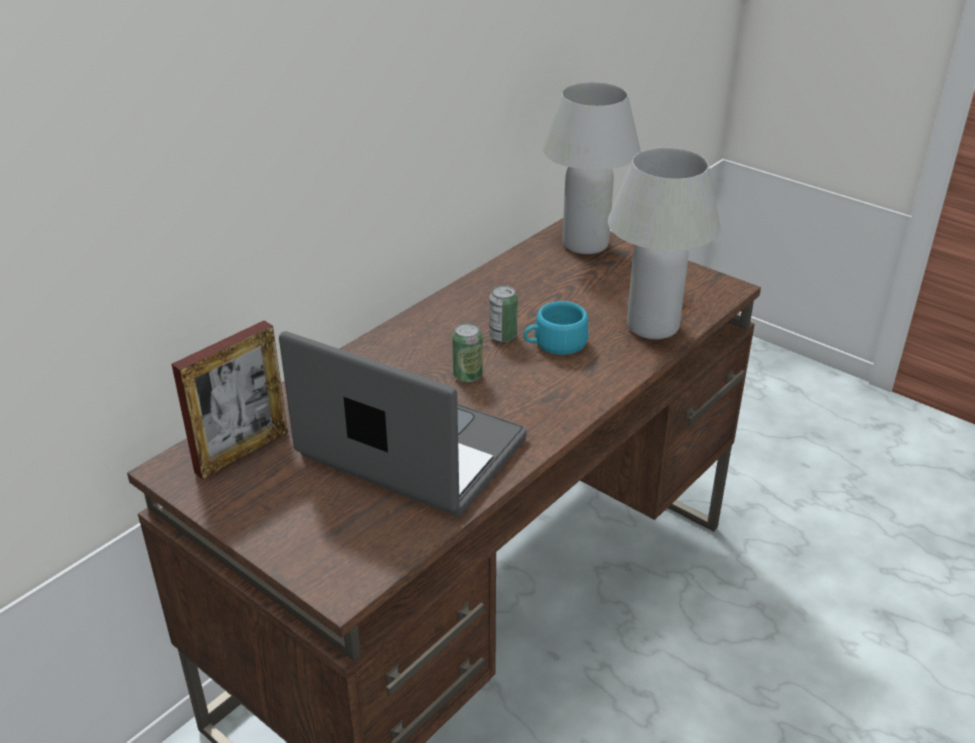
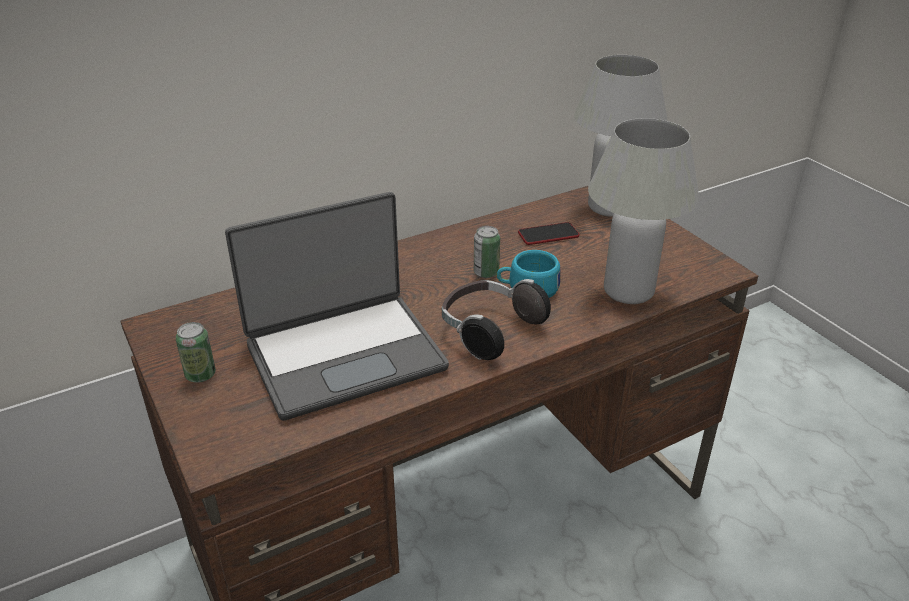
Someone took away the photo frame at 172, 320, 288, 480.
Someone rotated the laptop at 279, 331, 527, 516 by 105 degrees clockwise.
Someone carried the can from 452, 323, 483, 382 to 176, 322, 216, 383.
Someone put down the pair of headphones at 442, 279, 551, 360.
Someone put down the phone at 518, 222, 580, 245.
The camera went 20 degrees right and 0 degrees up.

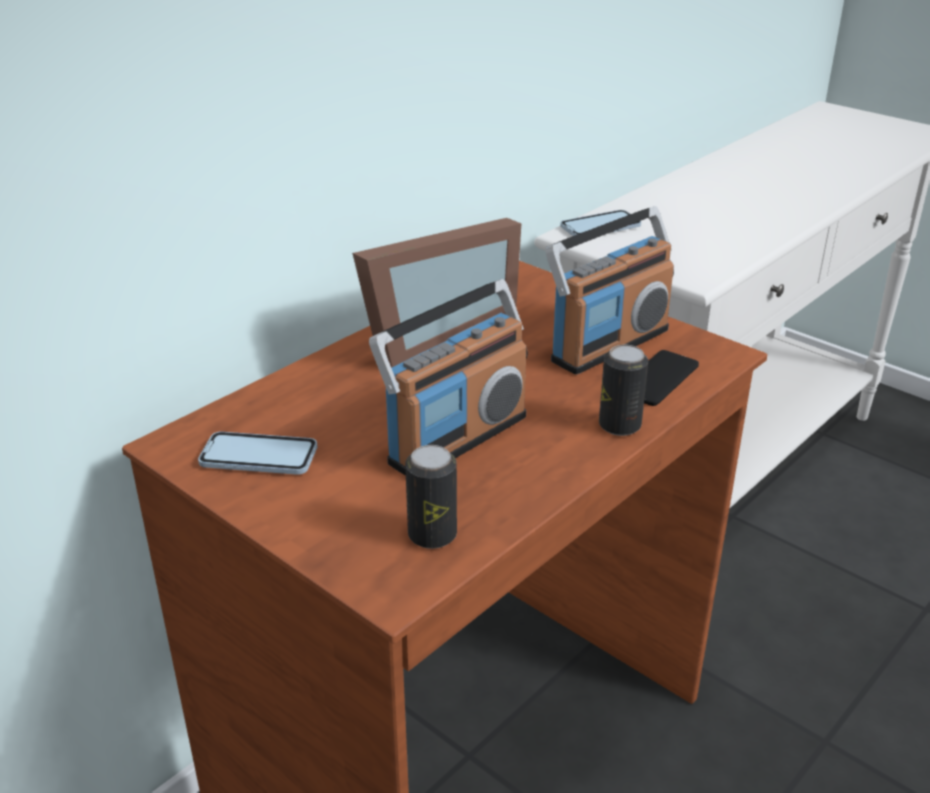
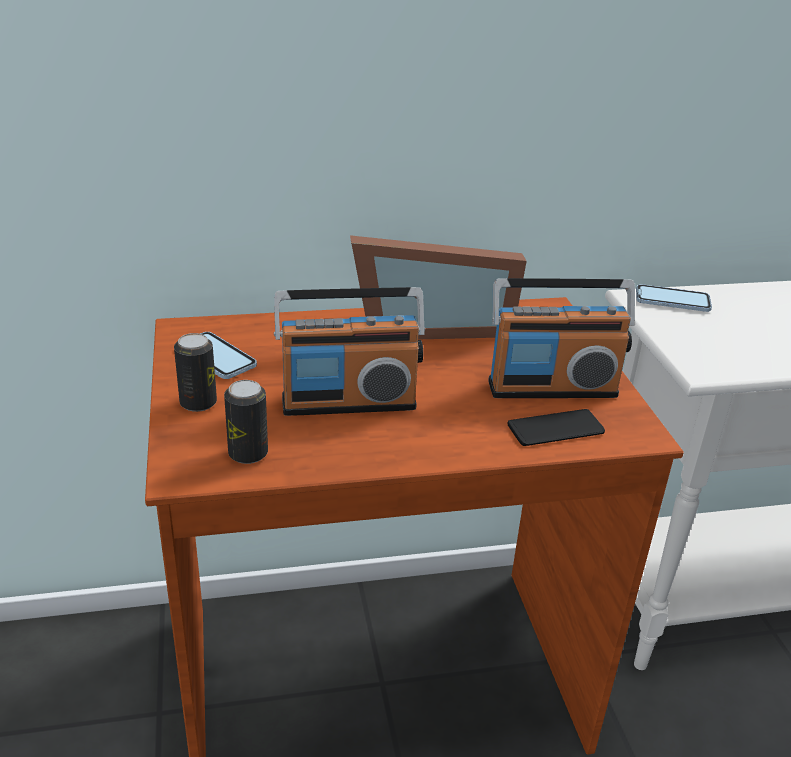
Someone carried the can from 599, 345, 648, 436 to 174, 333, 217, 412.
The camera went 35 degrees right and 0 degrees up.

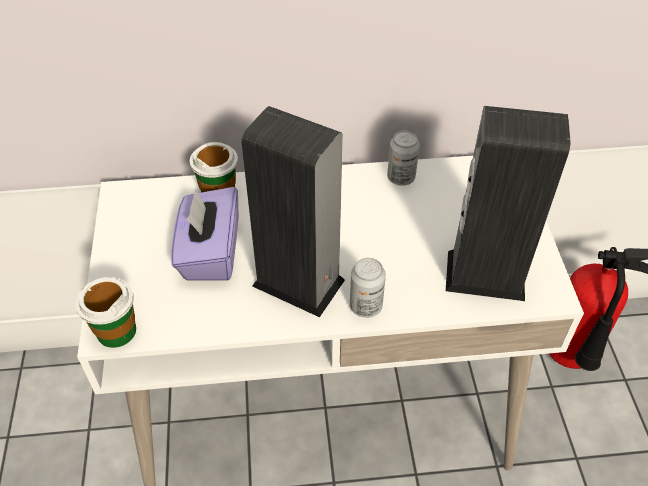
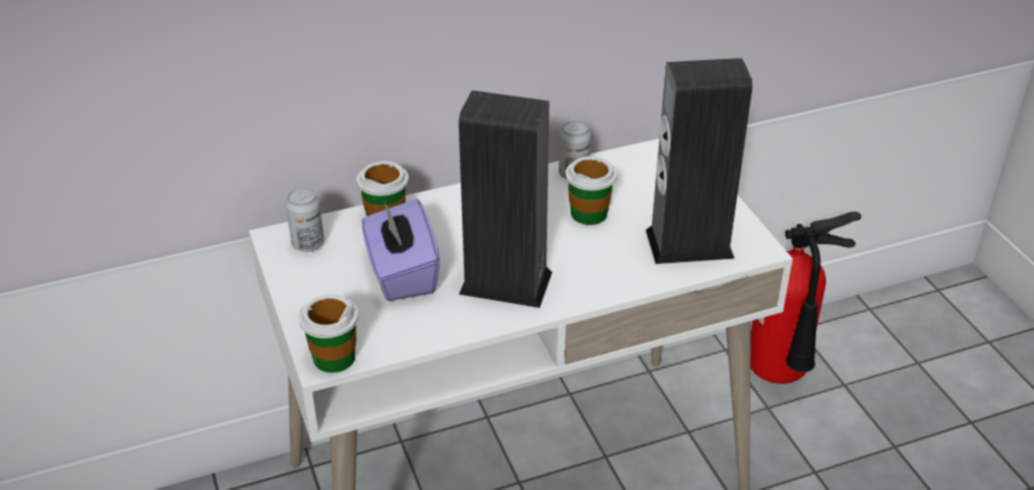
Someone carried the can from 350, 258, 386, 318 to 286, 188, 324, 252.
Someone put down the drinking cup at 565, 156, 617, 225.
The camera went 15 degrees left and 10 degrees down.

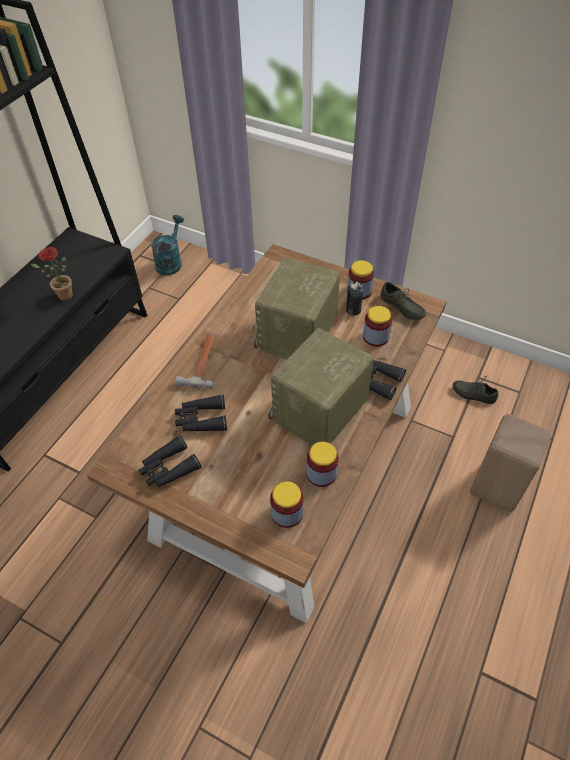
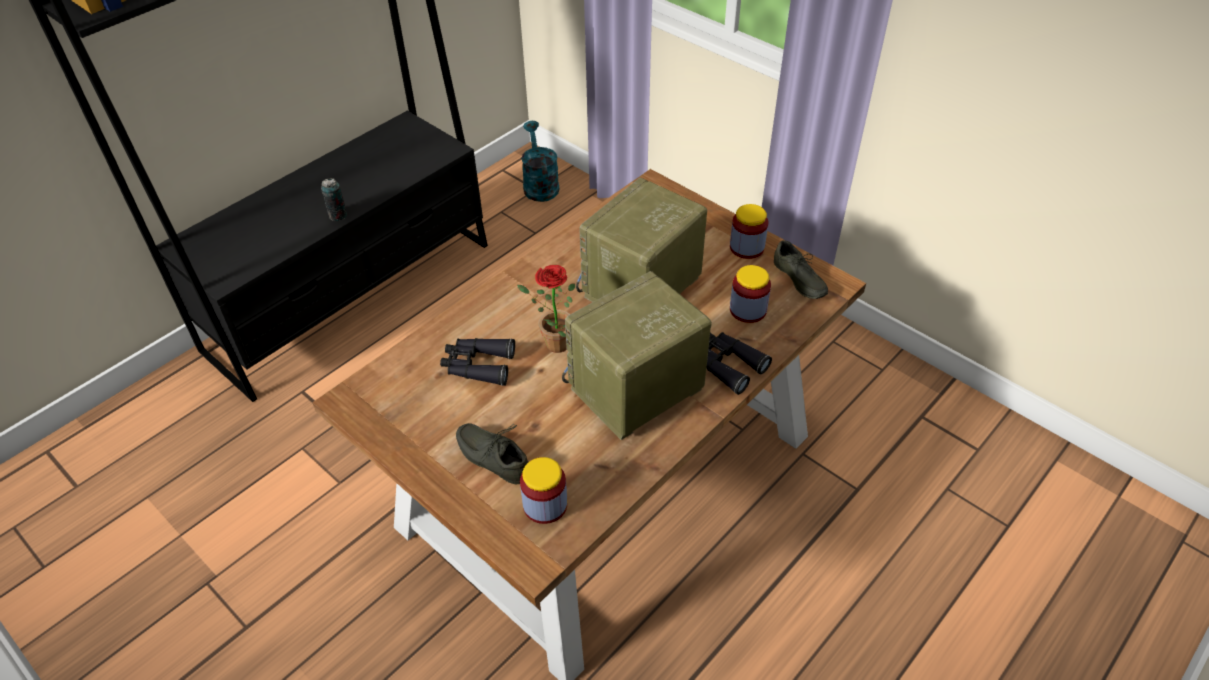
Someone carried the houseplant from 31, 247, 73, 301 to 517, 265, 575, 353.
Someone took away the pair of binoculars (black) at 139, 435, 201, 487.
Someone rotated the watering pot (turquoise-coloured) at 151, 215, 184, 276 by 45 degrees counterclockwise.
Someone took away the tool hammer at 175, 332, 216, 390.
Someone took away the storage jar at 306, 442, 339, 487.
Someone carried the can from 346, 281, 363, 316 to 321, 178, 347, 221.
Someone carried the shoe (grey) from 453, 375, 498, 404 to 456, 423, 528, 484.
Someone took away the stool seat (sand-coloured) at 470, 414, 551, 512.
The camera went 15 degrees right and 5 degrees down.

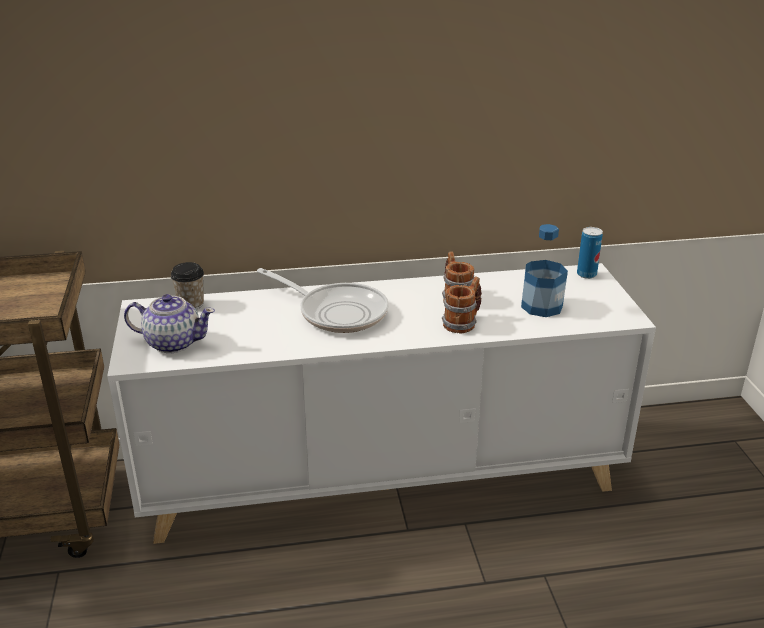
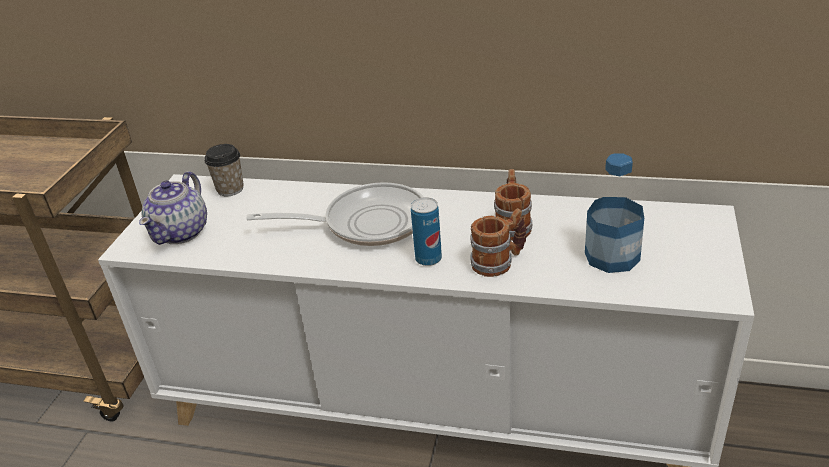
Someone rotated the teapot at 124, 294, 215, 353 by 75 degrees clockwise.
Someone rotated the frying pan at 257, 268, 389, 333 by 60 degrees counterclockwise.
Someone carried the can from 577, 227, 603, 279 to 411, 197, 442, 266.
The camera went 25 degrees right and 5 degrees up.

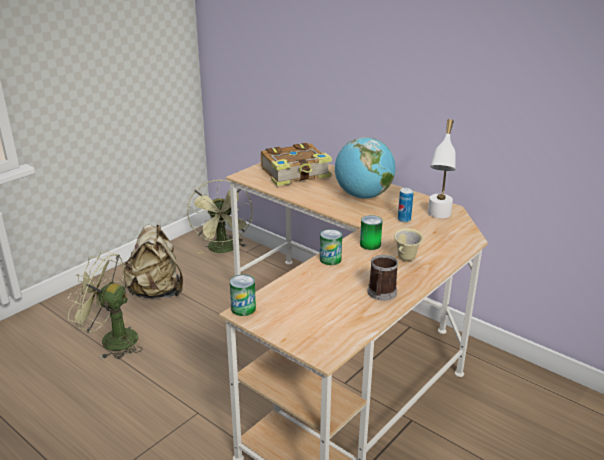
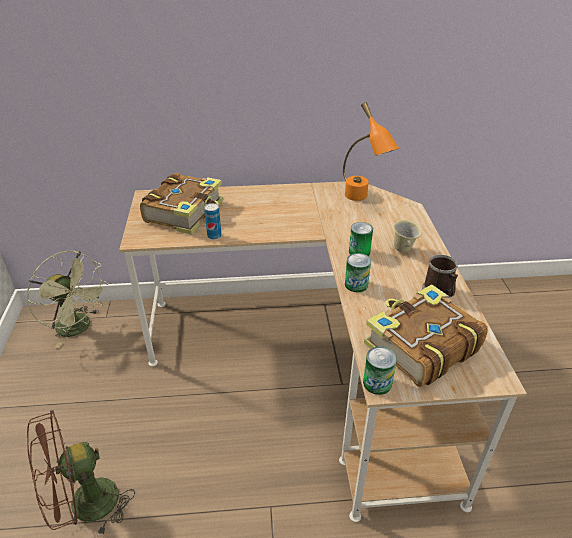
Someone repainted the electric fan (green-coloured) at 67, 251, 142, 359, which became the electric fan (brown) at 27, 410, 135, 537.
Someone took away the knapsack (sand-coloured) at 123, 224, 183, 299.
Someone took away the globe at 335, 137, 395, 199.
Someone carried the can from 398, 188, 414, 222 to 204, 203, 221, 240.
Someone repainted the tabletop lamp (white) at 428, 119, 456, 218, which became the tabletop lamp (orangey) at 343, 102, 399, 201.
Someone put down the book at 364, 284, 488, 387.
The camera went 45 degrees left and 10 degrees up.

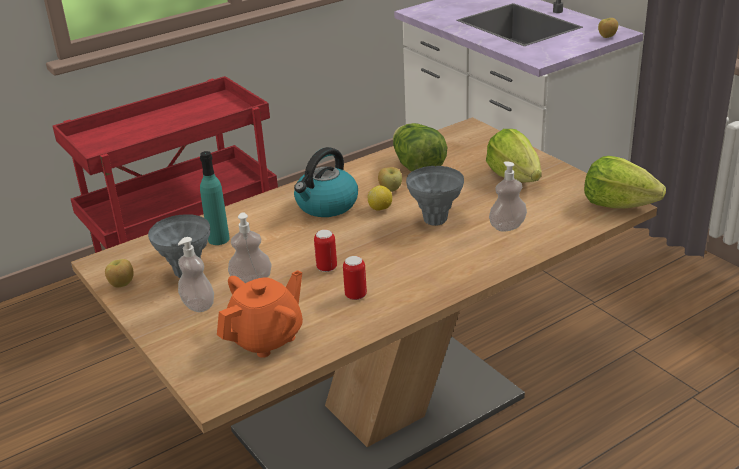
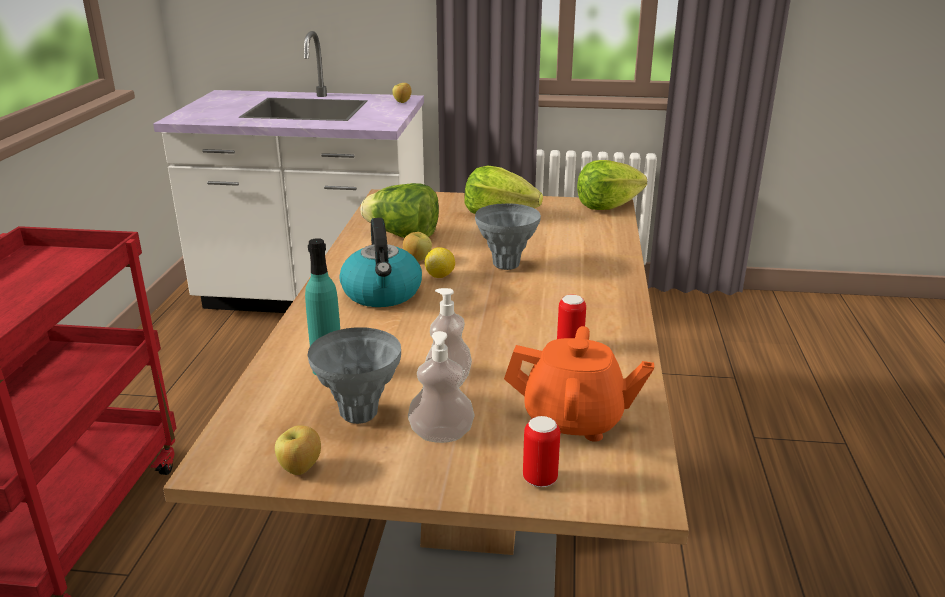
Someone rotated the teapot (orangey) at 217, 270, 303, 358 by 105 degrees clockwise.
Someone carried the can from 314, 230, 337, 272 to 523, 416, 560, 487.
Someone took away the soap dispenser at 489, 161, 527, 232.
The camera went 50 degrees left and 5 degrees down.

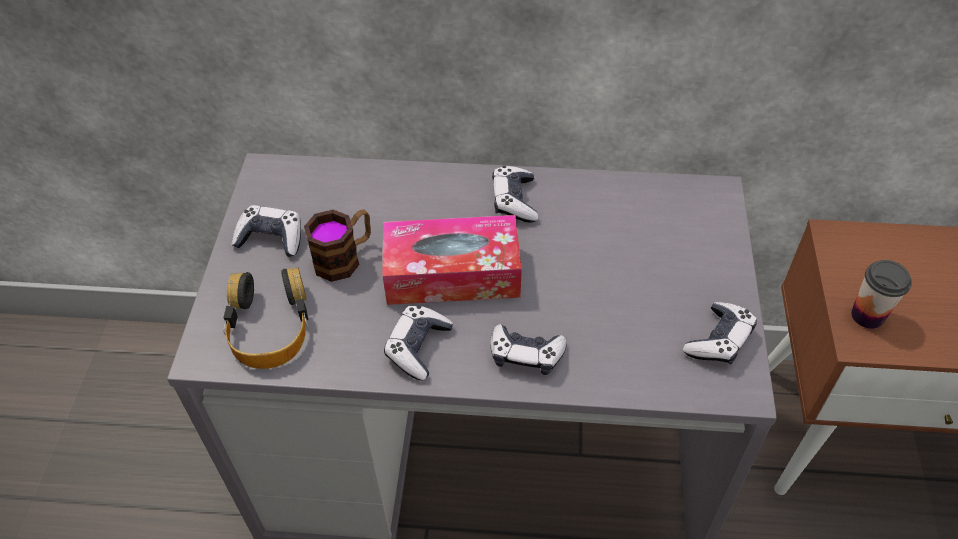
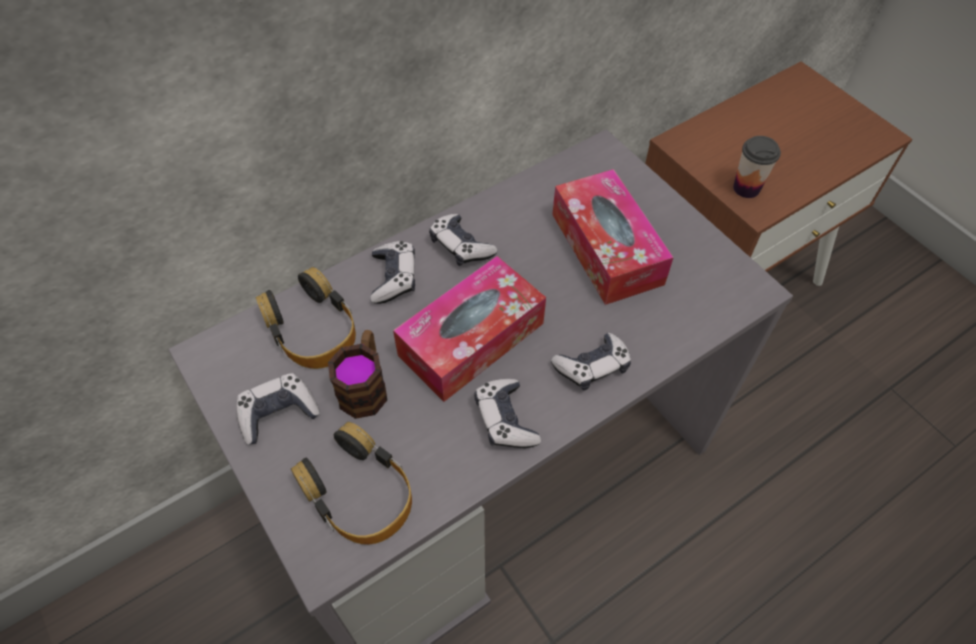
Someone carried the game controller from 683, 302, 757, 365 to 370, 241, 415, 304.
Someone put down the pair of headphones at 255, 267, 356, 369.
Someone put down the tissue box at 552, 169, 673, 305.
The camera went 40 degrees left and 5 degrees up.

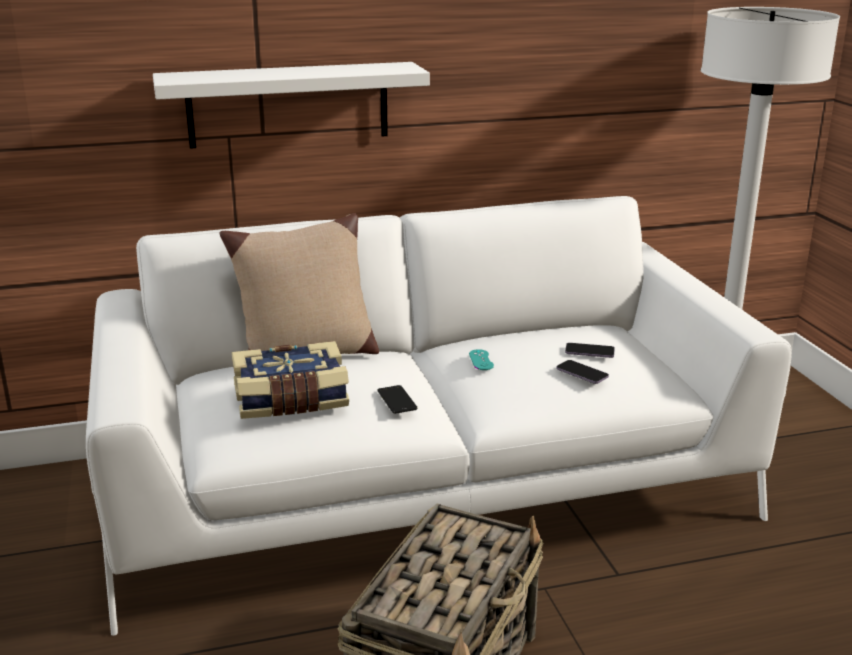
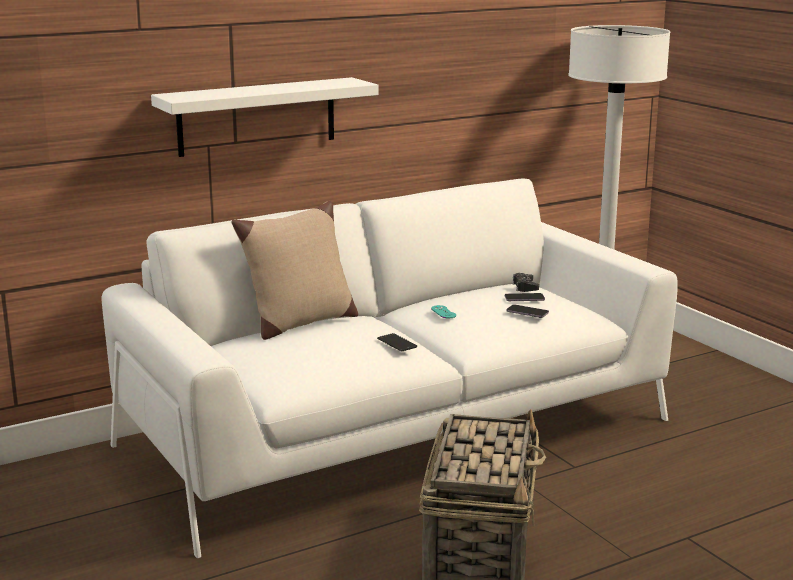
Someone took away the book at 232, 341, 349, 419.
Someone put down the game controller (black) at 512, 273, 539, 292.
The camera went 15 degrees left and 5 degrees down.

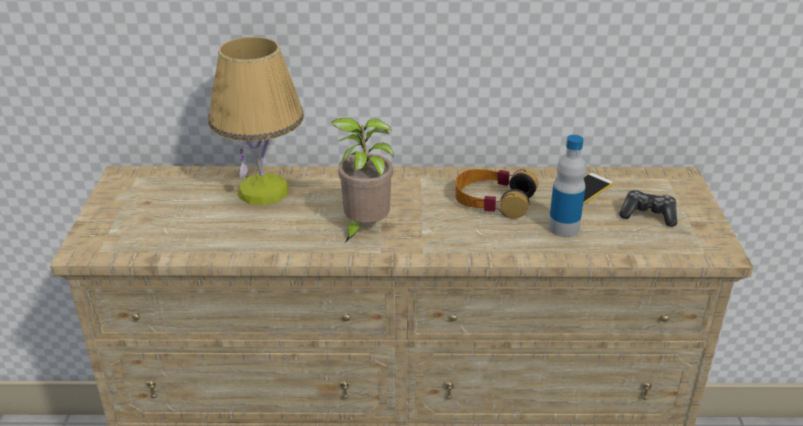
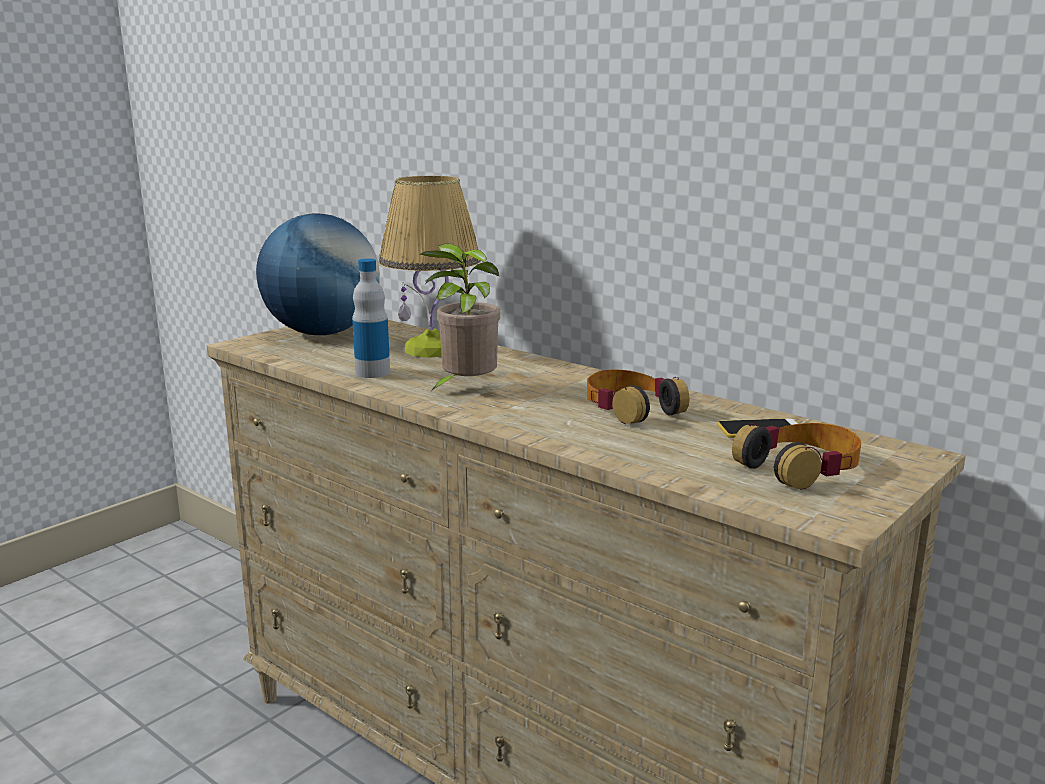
Someone carried the drink bottle from 548, 135, 586, 237 to 352, 258, 390, 378.
Someone swapped the game controller at 619, 190, 677, 227 for the pair of headphones at 732, 423, 861, 490.
Someone put down the globe at 256, 213, 380, 335.
The camera went 40 degrees right and 15 degrees down.

